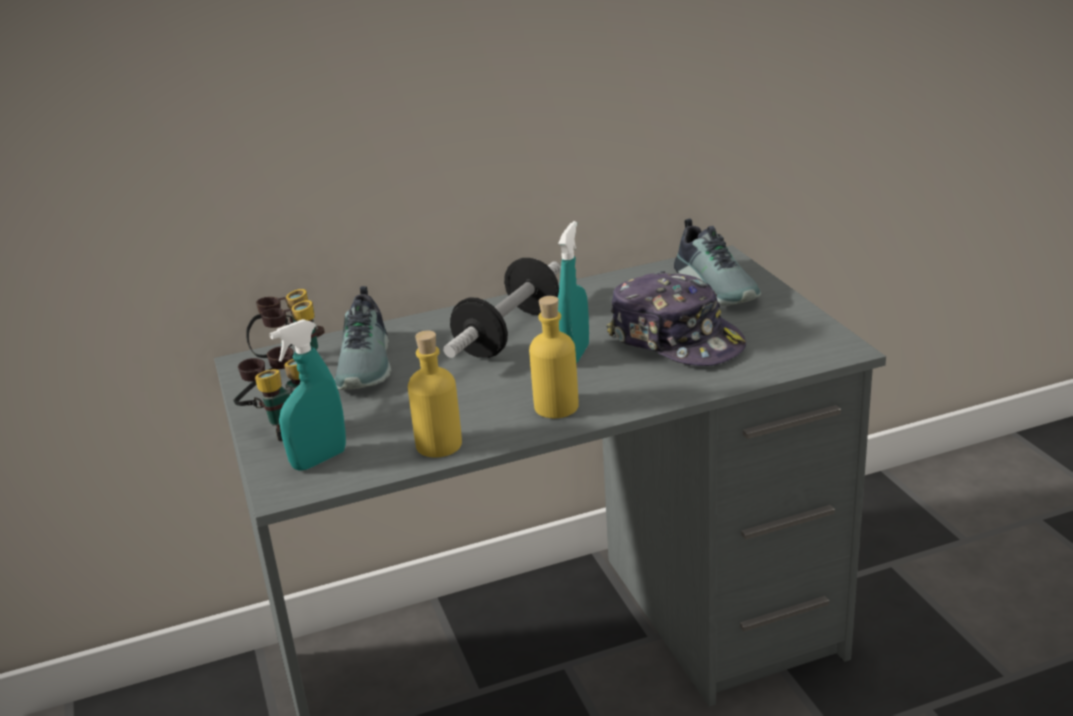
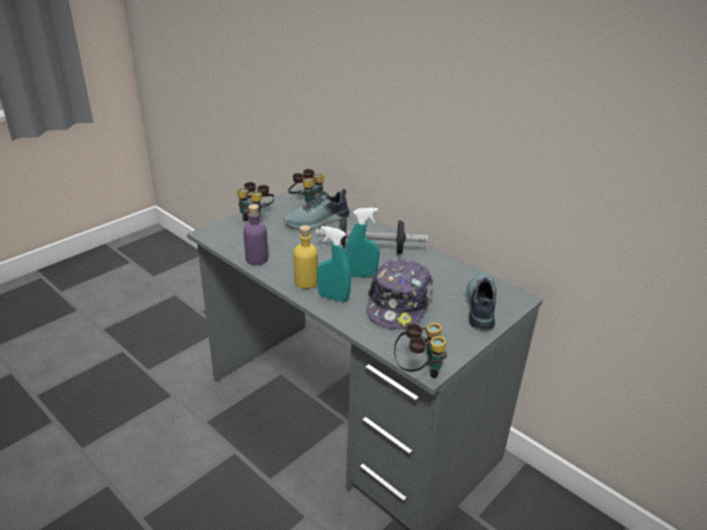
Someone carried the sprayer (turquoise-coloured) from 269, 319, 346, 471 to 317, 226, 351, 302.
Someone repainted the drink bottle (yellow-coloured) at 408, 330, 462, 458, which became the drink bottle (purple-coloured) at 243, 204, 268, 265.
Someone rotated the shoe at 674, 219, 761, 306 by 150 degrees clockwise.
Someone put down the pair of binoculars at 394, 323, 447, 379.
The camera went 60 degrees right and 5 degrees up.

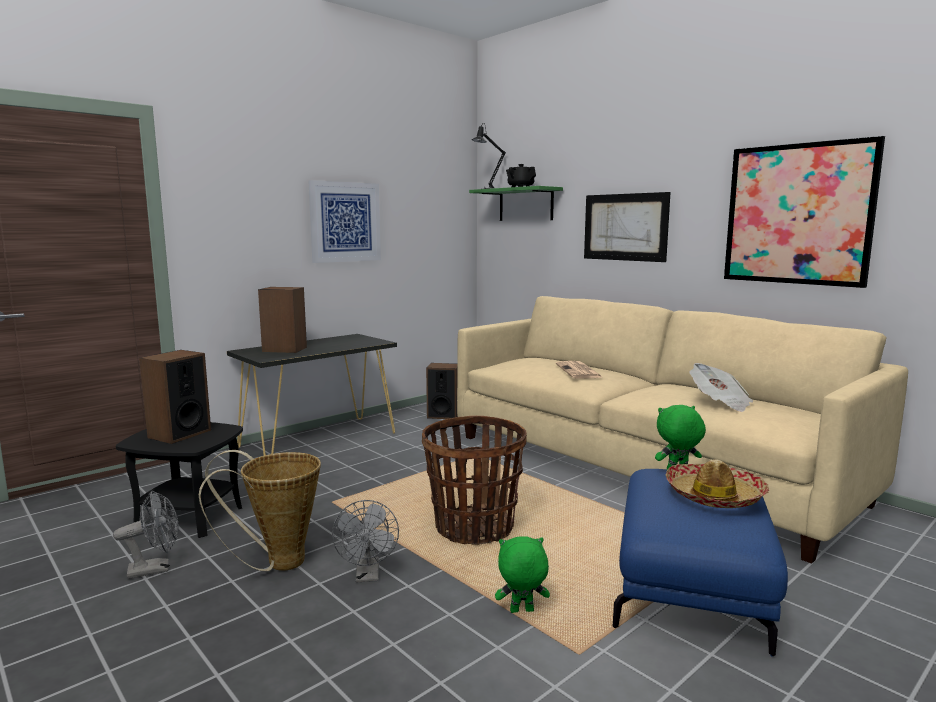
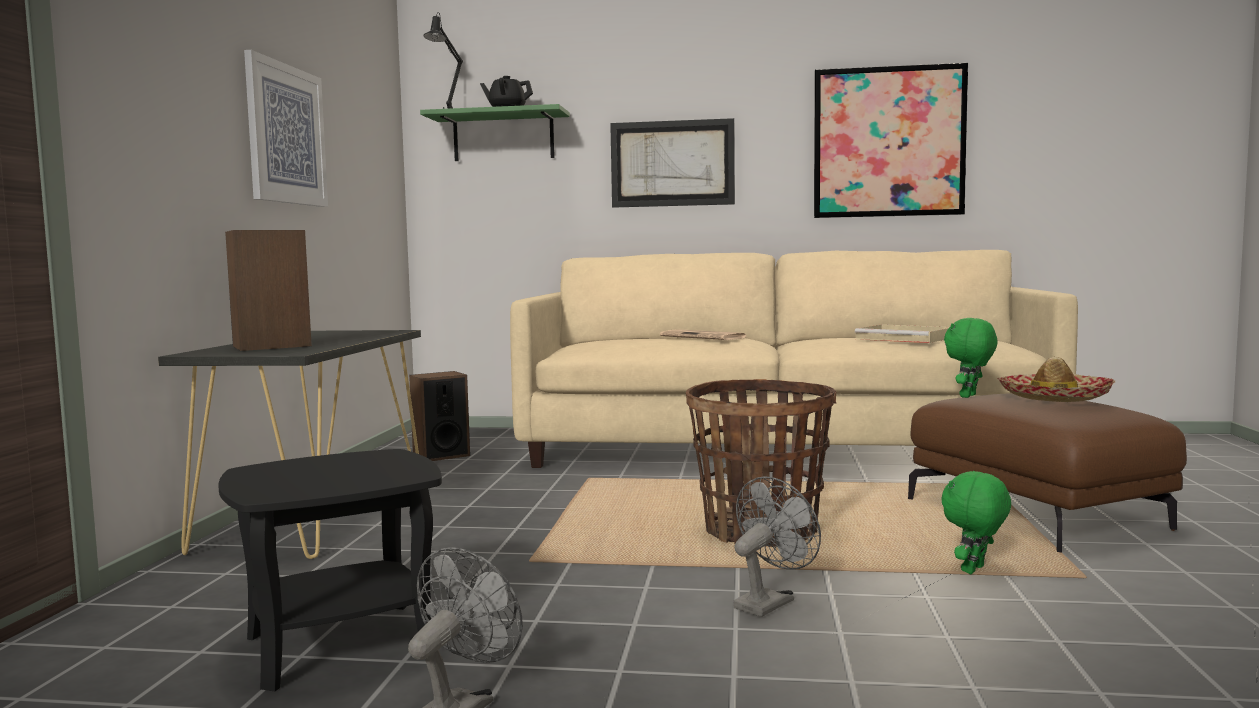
Someone took away the speaker at 139, 350, 211, 444.
Someone took away the household basket at 199, 450, 321, 571.
Someone rotated the electric fan (grey) at 332, 500, 399, 582 by 90 degrees counterclockwise.
Someone repainted the pouffe (blue) at 613, 469, 788, 657, which became the pouffe (brown) at 908, 393, 1187, 553.
Someone swapped the newspaper at 689, 363, 753, 412 for the serving tray (sand-coloured) at 855, 324, 949, 343.
The camera went 40 degrees left and 5 degrees down.

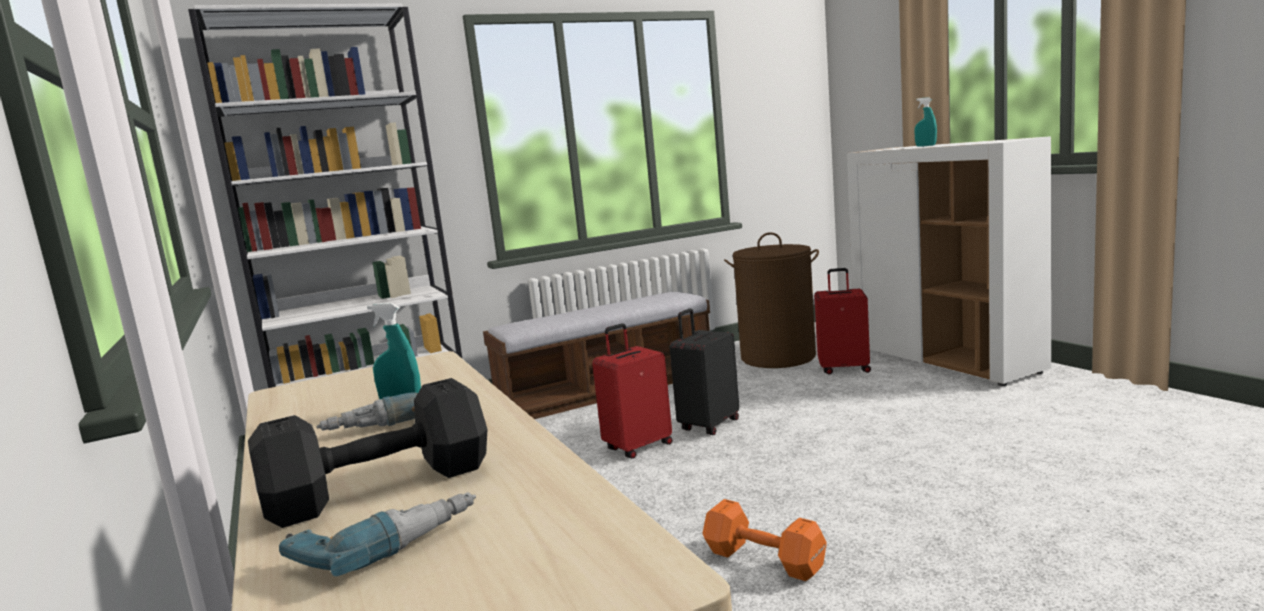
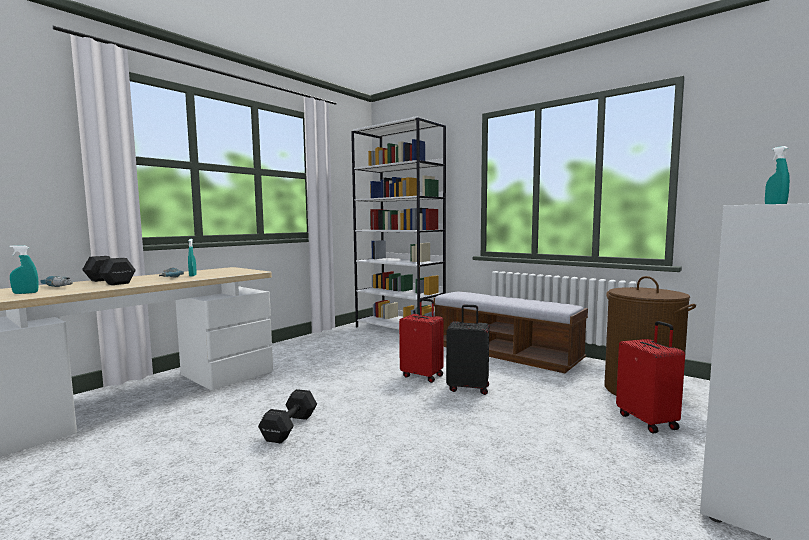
Someone repainted the free weight (orangey) at 703, 499, 827, 581, which became the free weight (black) at 258, 389, 317, 443.
Someone put down the sprayer (turquoise-coloured) at 10, 245, 39, 294.
The camera went 65 degrees right and 5 degrees down.

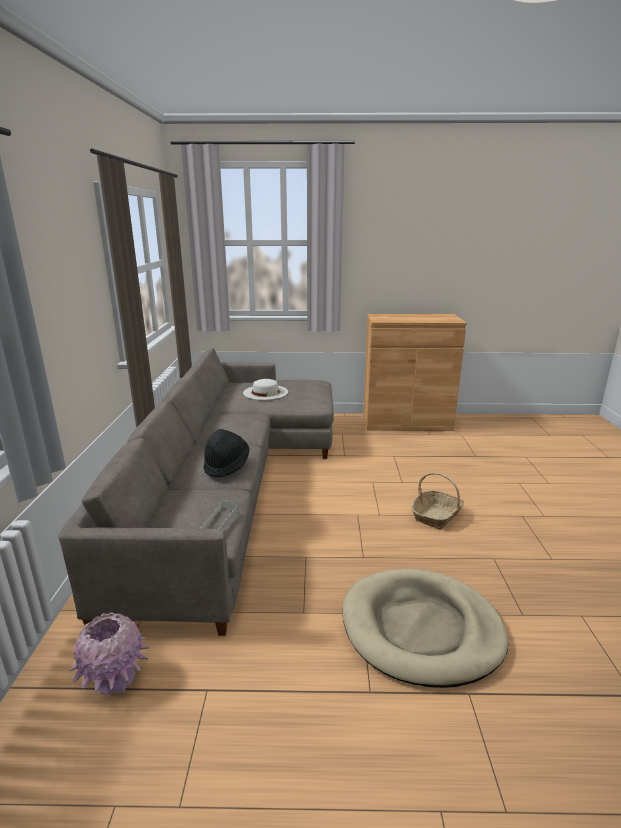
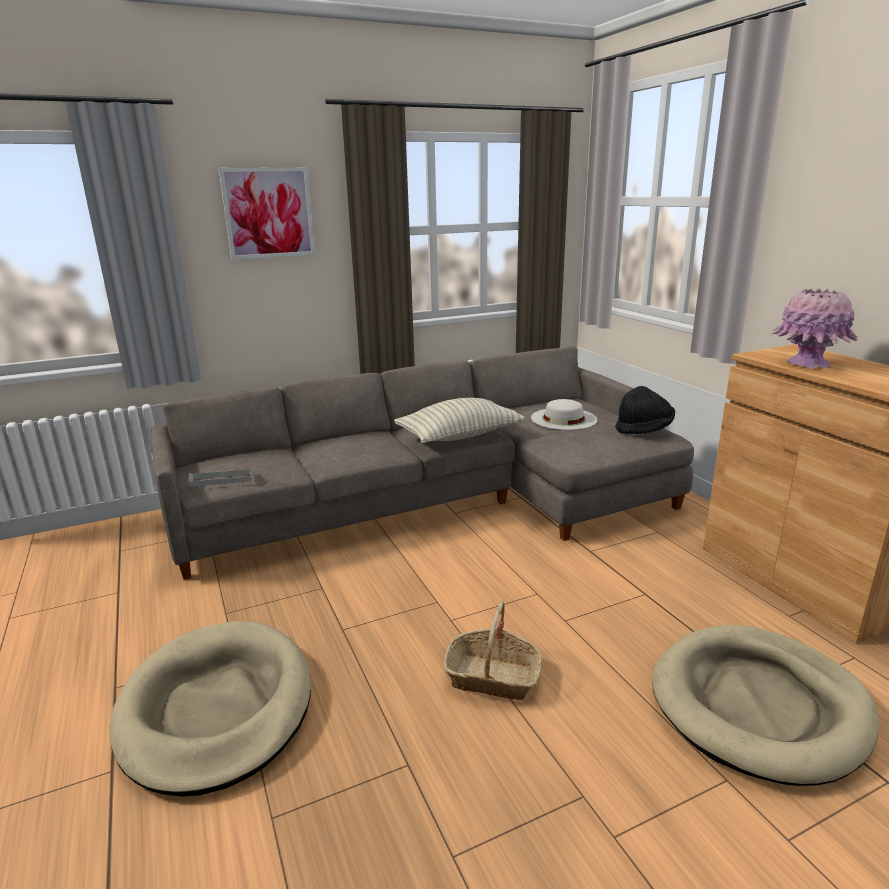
Someone carried the flower vase (pink-coloured) from 69, 612, 149, 695 to 772, 288, 857, 369.
Someone carried the hat (black) from 204, 429, 250, 478 to 615, 386, 675, 434.
Someone put up the picture at 218, 167, 315, 260.
Someone put down the pillow at 394, 398, 525, 443.
Someone put down the pet bed (sand-coloured) at 652, 625, 879, 786.
The camera went 65 degrees right and 0 degrees up.

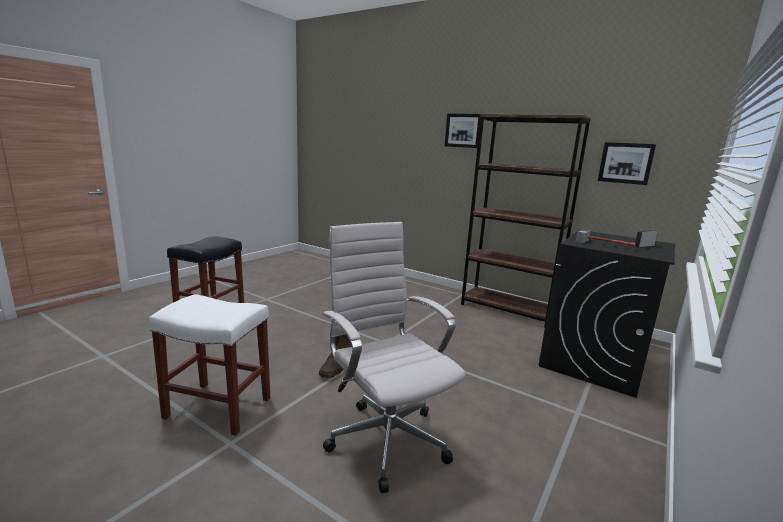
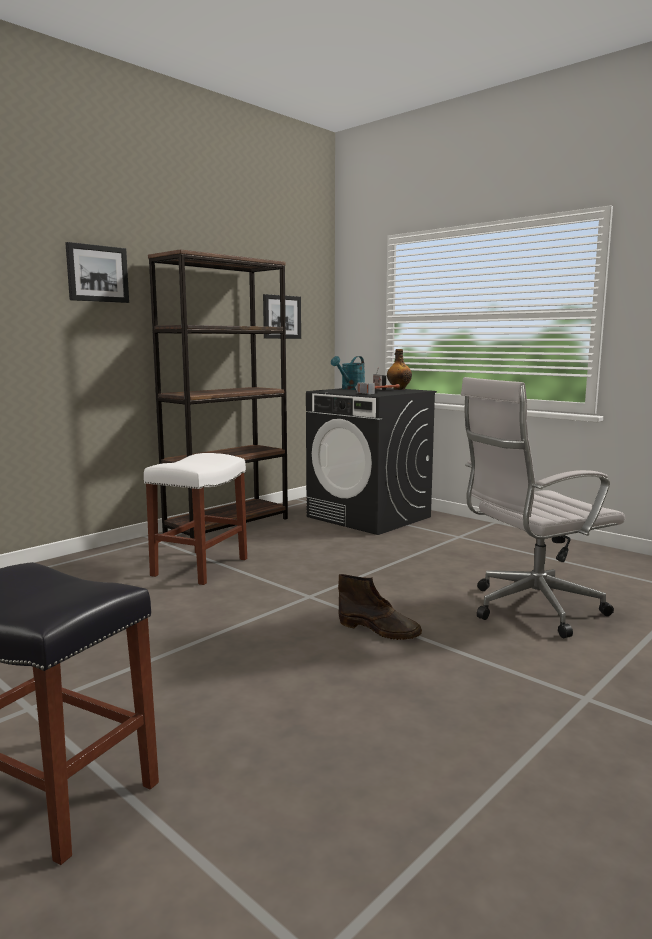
Someone carried the stool seat (white) from 149, 294, 270, 436 to 144, 453, 247, 585.
Someone put down the watering pot (turquoise-coloured) at 331, 356, 365, 390.
Someone put down the drink bottle at 387, 349, 412, 390.
The camera went 80 degrees left and 5 degrees down.

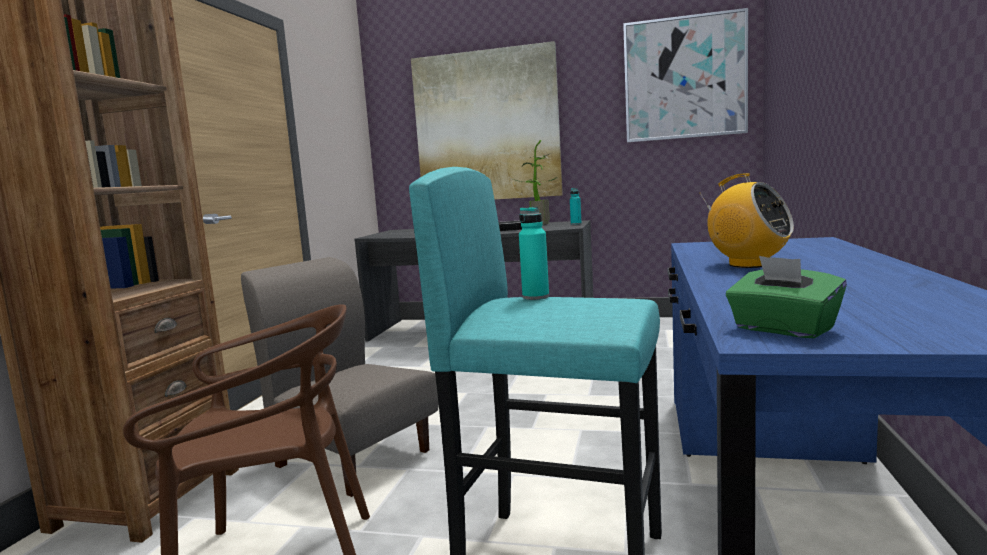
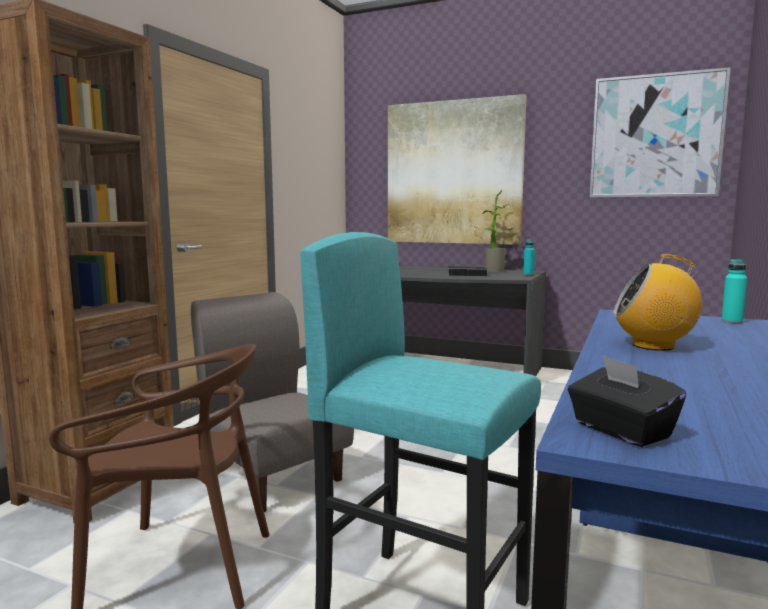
Someone carried the drink bottle (turquoise-coloured) from 519, 207, 549, 300 to 721, 259, 747, 323.
Someone rotated the radio at 699, 173, 794, 268 by 135 degrees clockwise.
Someone repainted the tissue box (green-coloured) at 726, 256, 847, 338, which became the tissue box (black) at 568, 356, 686, 447.
The camera went 10 degrees right and 0 degrees up.

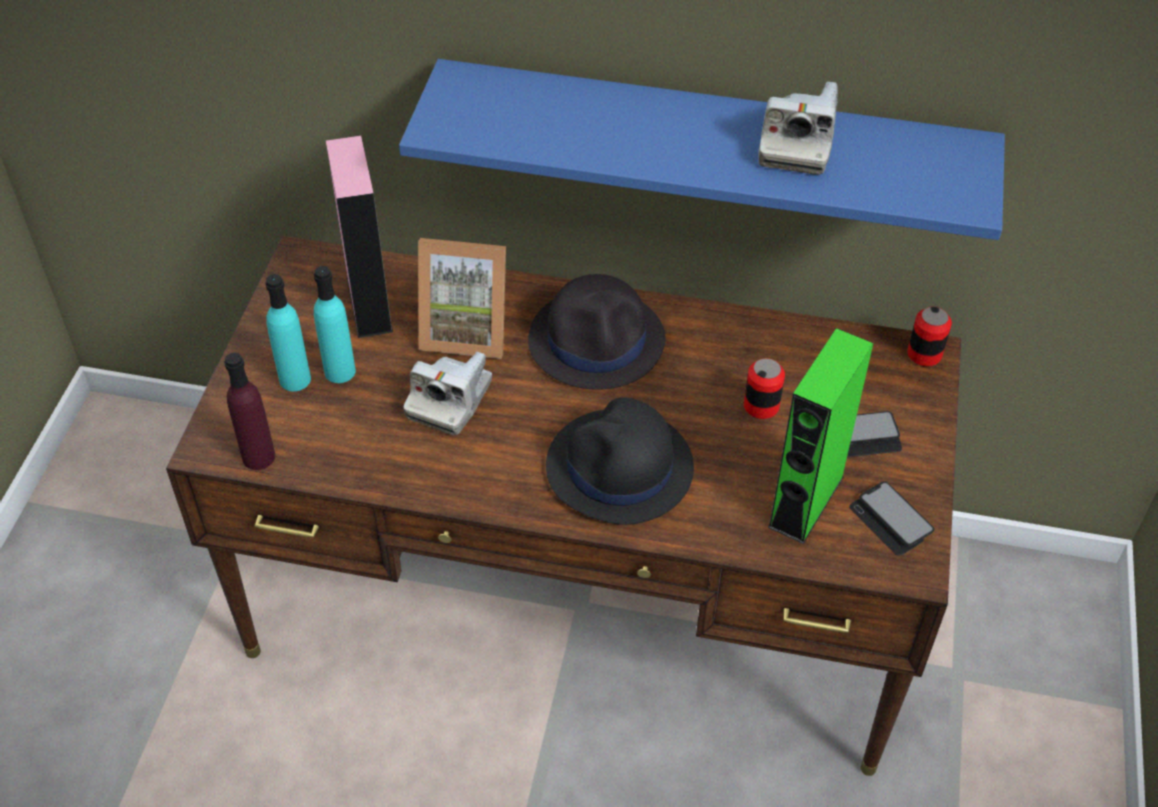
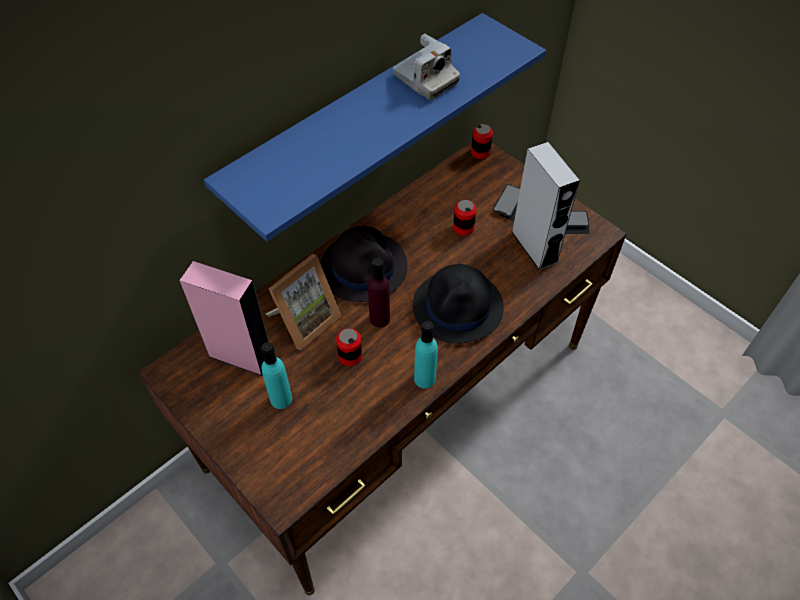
Someone carried the drink bottle (purple-coloured) from 224, 352, 275, 470 to 368, 258, 390, 328.
Someone carried the drink bottle (turquoise-coloured) from 265, 274, 311, 391 to 414, 321, 438, 388.
Someone swapped the photo camera at 403, 352, 492, 435 for the can at 336, 328, 362, 366.
Someone repainted the speaker (green-coloured) at 767, 328, 873, 544, which became the speaker (grey) at 511, 142, 580, 270.
The camera went 55 degrees left and 5 degrees up.

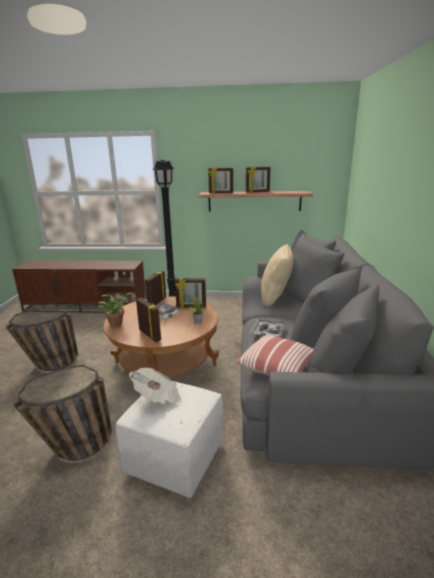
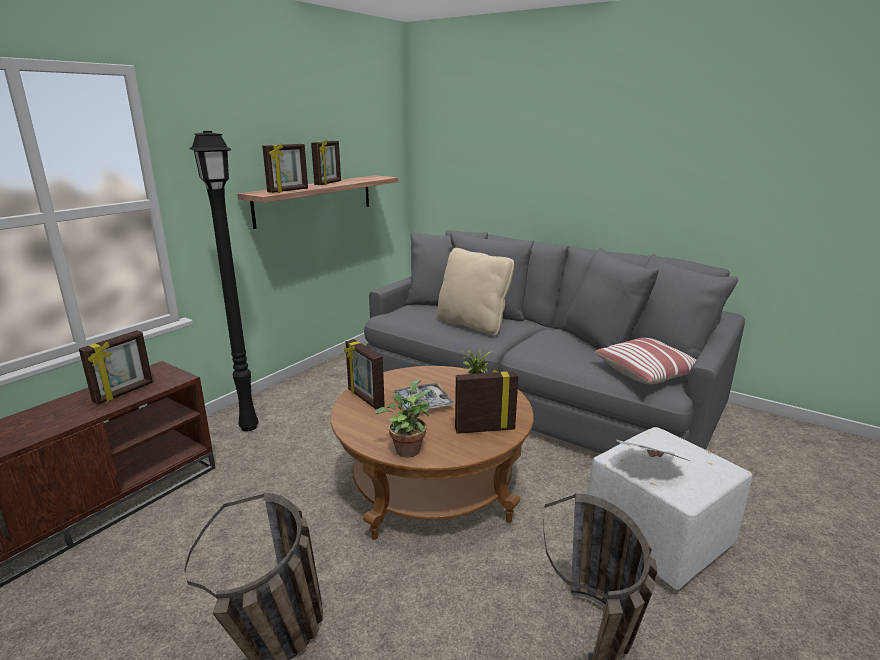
Someone carried the photo frame from 175, 278, 206, 308 to 79, 330, 153, 405.
Someone took away the serving tray at 250, 319, 287, 338.
The camera went 60 degrees left and 0 degrees up.

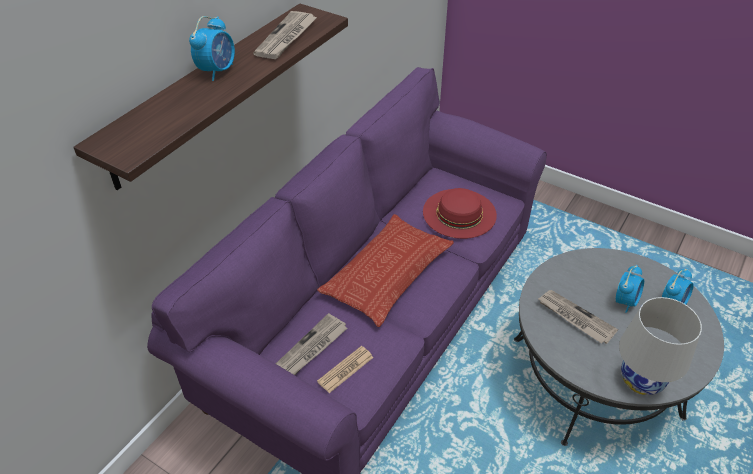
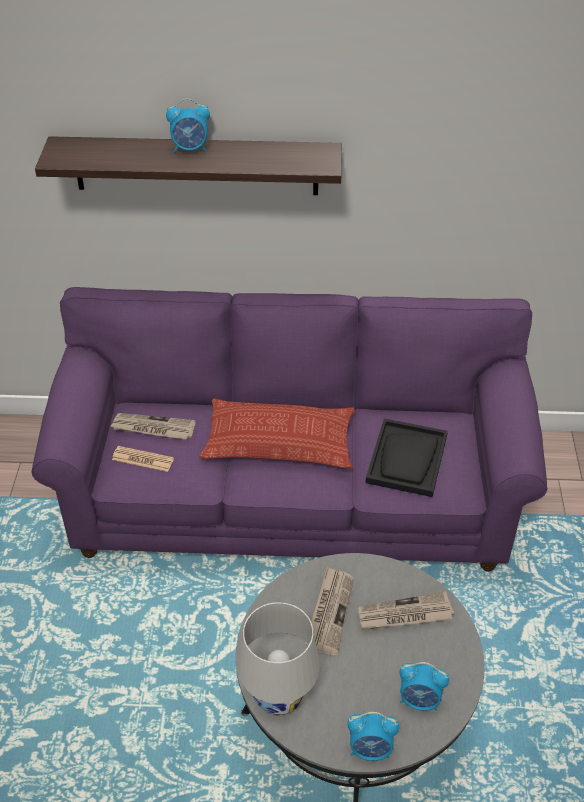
Someone carried the newspaper from 253, 11, 317, 59 to 358, 591, 454, 630.
Someone swapped the hat (reddish) at 423, 188, 497, 239 for the serving tray (black) at 365, 418, 448, 497.
Someone carried the bedside clock from 616, 265, 644, 313 to 348, 712, 399, 761.
The camera went 60 degrees right and 0 degrees up.

